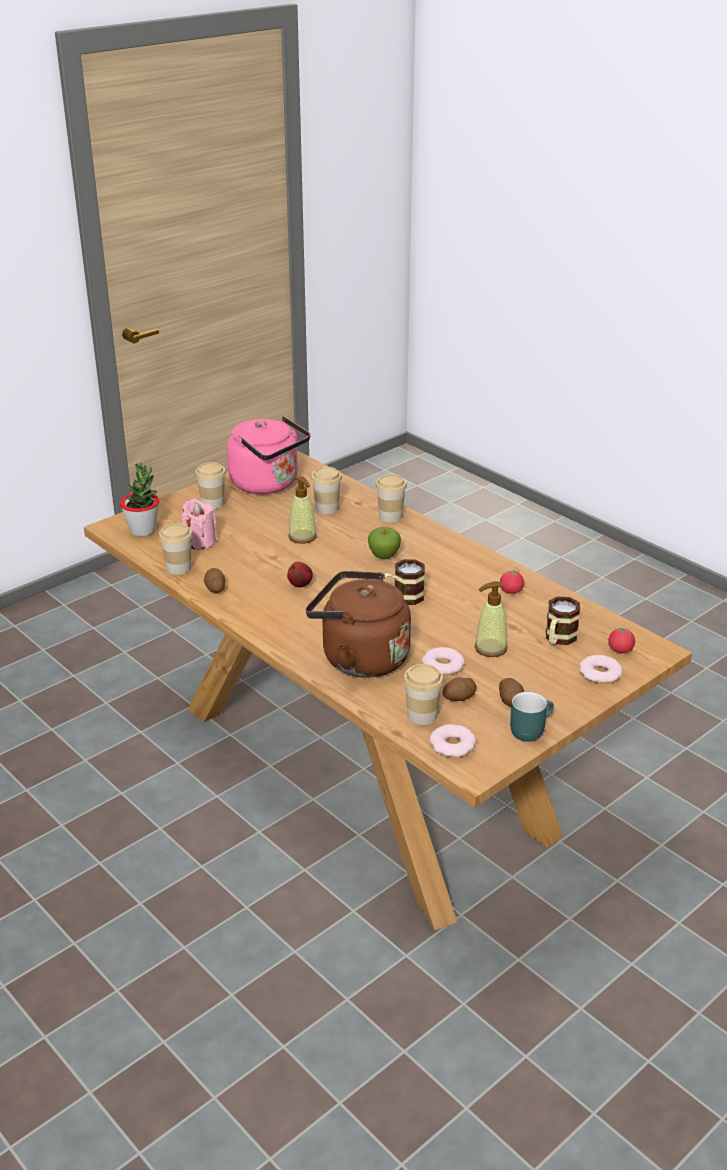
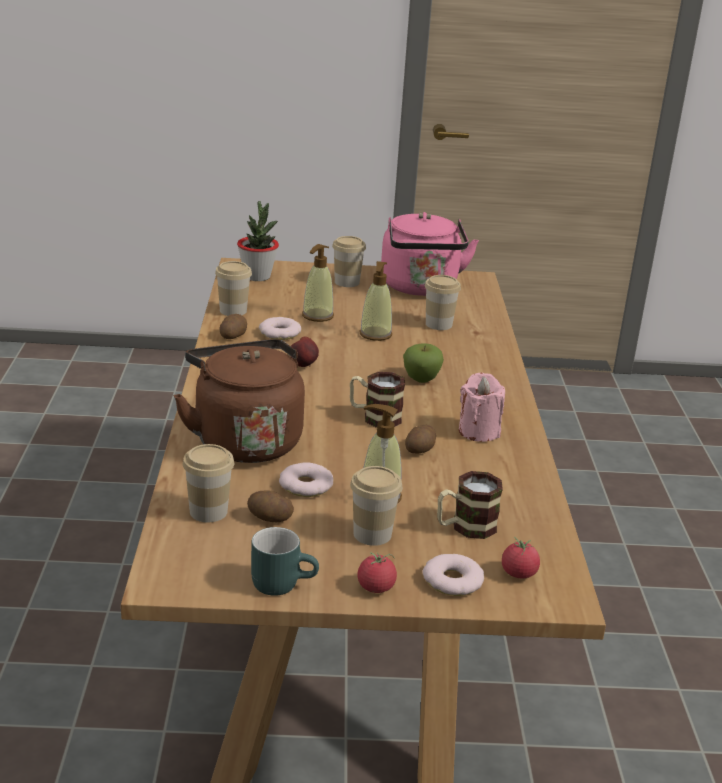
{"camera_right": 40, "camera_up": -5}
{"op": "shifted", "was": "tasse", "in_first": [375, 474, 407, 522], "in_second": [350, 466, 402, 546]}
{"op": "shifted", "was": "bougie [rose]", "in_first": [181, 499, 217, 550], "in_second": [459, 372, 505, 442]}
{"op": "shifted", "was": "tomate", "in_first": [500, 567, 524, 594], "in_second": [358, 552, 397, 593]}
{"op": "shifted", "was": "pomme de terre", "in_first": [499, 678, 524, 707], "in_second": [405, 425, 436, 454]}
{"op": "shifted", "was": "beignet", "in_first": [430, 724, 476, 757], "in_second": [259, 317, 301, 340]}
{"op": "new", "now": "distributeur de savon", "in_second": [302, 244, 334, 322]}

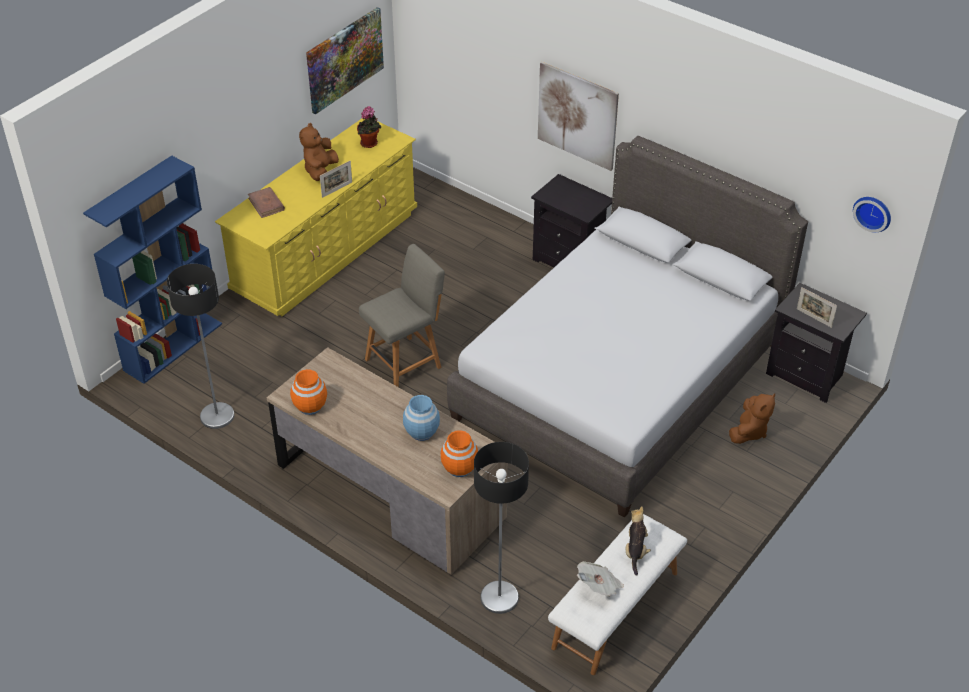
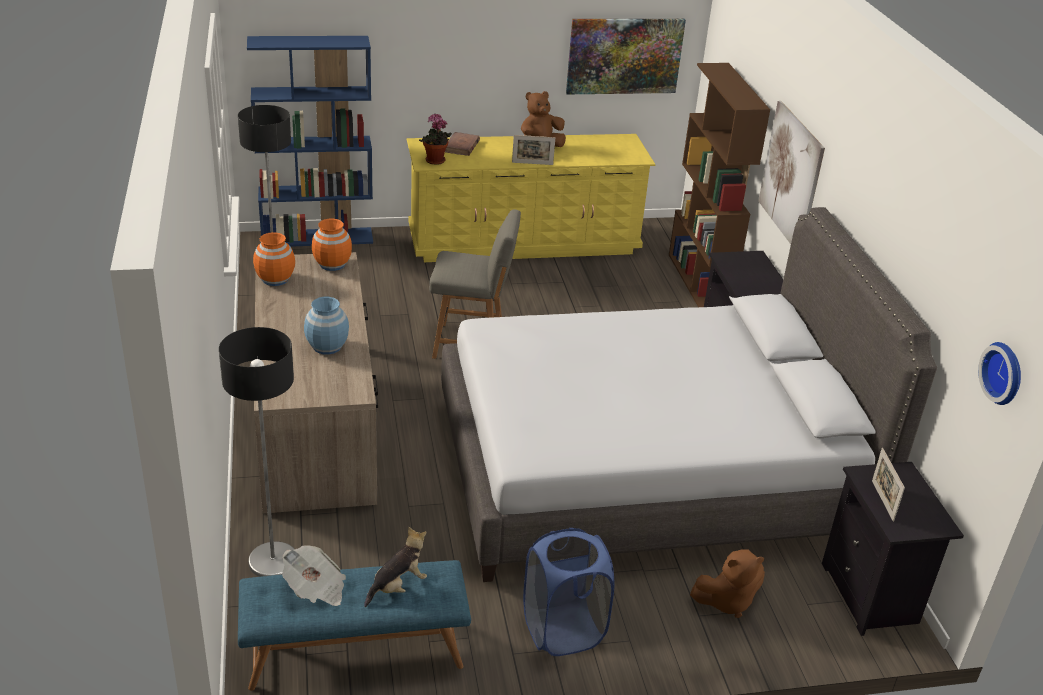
{"camera_right": 40, "camera_up": -10}
{"op": "shifted", "was": "plante en pot", "in_first": [357, 106, 381, 148], "in_second": [419, 113, 452, 165]}
{"op": "shifted", "was": "vase [orange]", "in_first": [441, 430, 478, 477], "in_second": [312, 219, 352, 271]}
{"op": "repainted", "was": "banc [blanc]", "now": "banc [bleu]", "in_first": [548, 514, 687, 675], "in_second": [238, 560, 471, 691]}
{"op": "new", "now": "bibliothèque [marron]", "in_second": [669, 63, 770, 307]}
{"op": "new", "now": "panier à linge [bleu]", "in_second": [523, 528, 615, 656]}

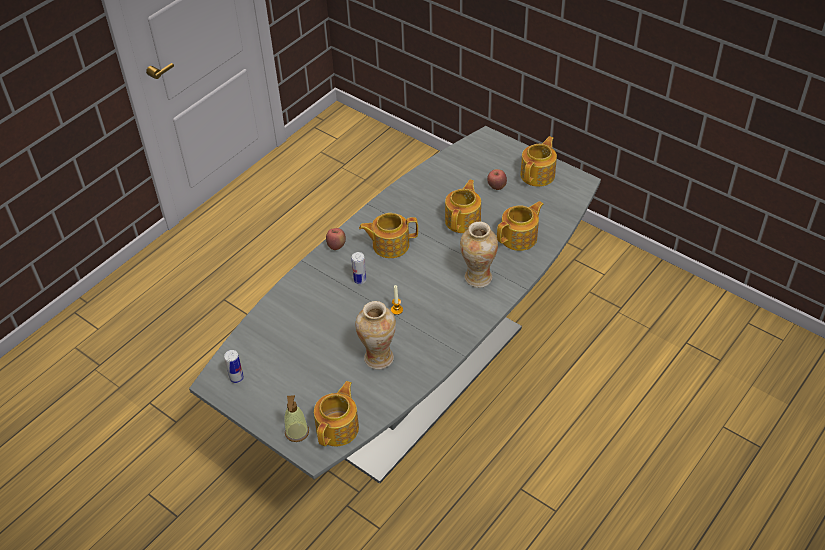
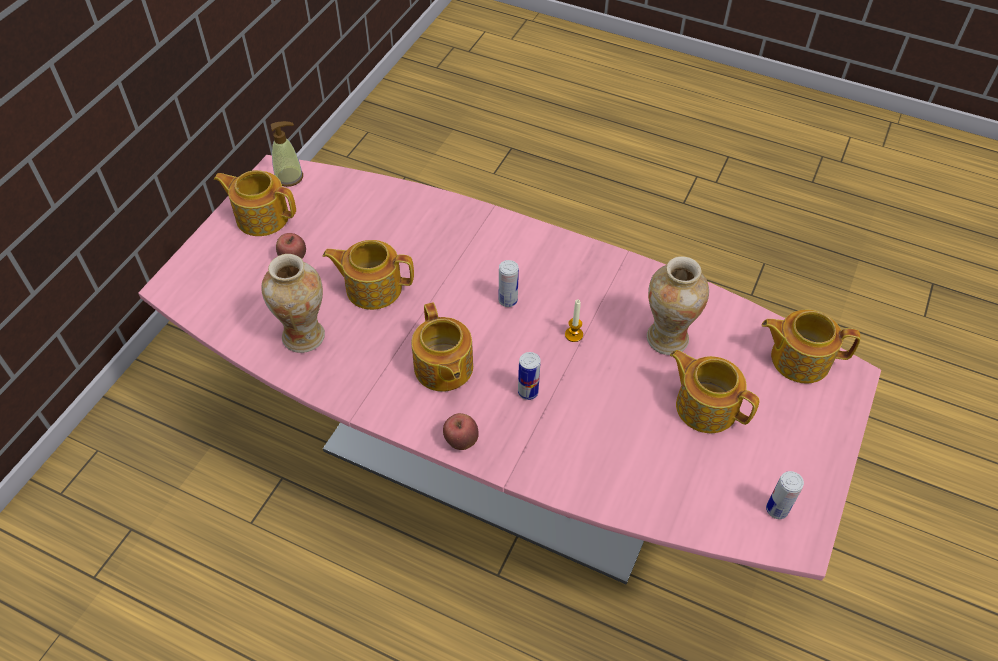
{"camera_right": -105, "camera_up": 5}
{"op": "repainted", "was": "table à manger [gris]", "now": "table à manger [rose]", "in_first": [189, 126, 601, 484], "in_second": [138, 155, 881, 584]}
{"op": "shifted", "was": "théière", "in_first": [497, 201, 544, 251], "in_second": [670, 350, 759, 433]}
{"op": "shifted", "was": "vase", "in_first": [460, 222, 498, 288], "in_second": [261, 254, 325, 353]}
{"op": "shifted", "was": "distributeur de savon", "in_first": [284, 395, 309, 442], "in_second": [271, 121, 303, 187]}
{"op": "new", "now": "boîte métallique", "in_second": [499, 260, 519, 307]}

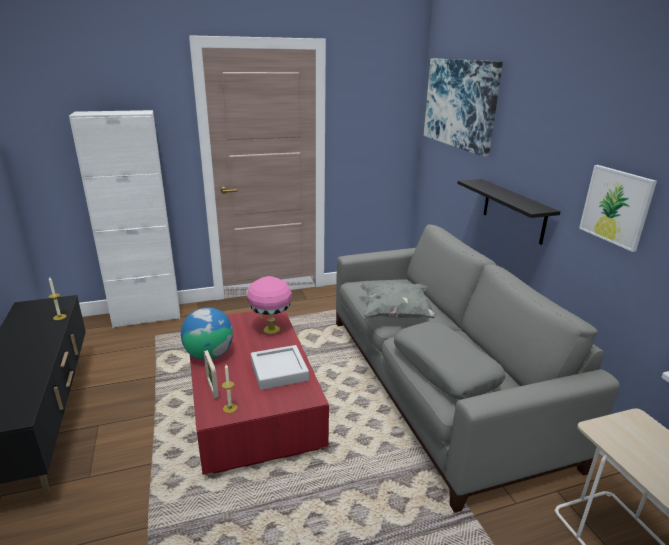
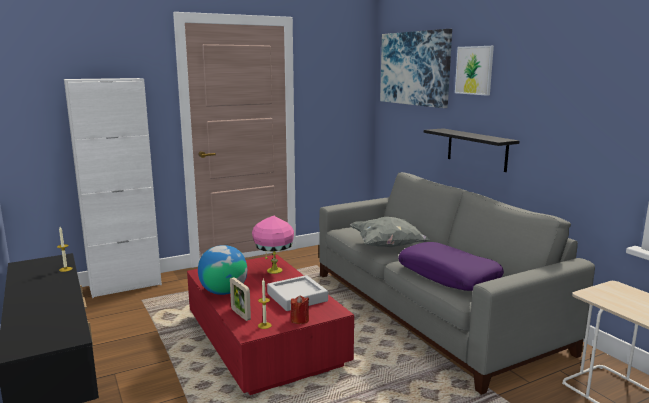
{"camera_right": -10, "camera_up": -10}
{"op": "shifted", "was": "tableau", "in_first": [579, 165, 657, 252], "in_second": [455, 46, 494, 96]}
{"op": "repainted", "was": "coussin [gris]", "now": "coussin [violet]", "in_first": [394, 321, 505, 400], "in_second": [398, 242, 504, 291]}
{"op": "new", "now": "bougie [rouge]", "in_second": [291, 295, 309, 324]}

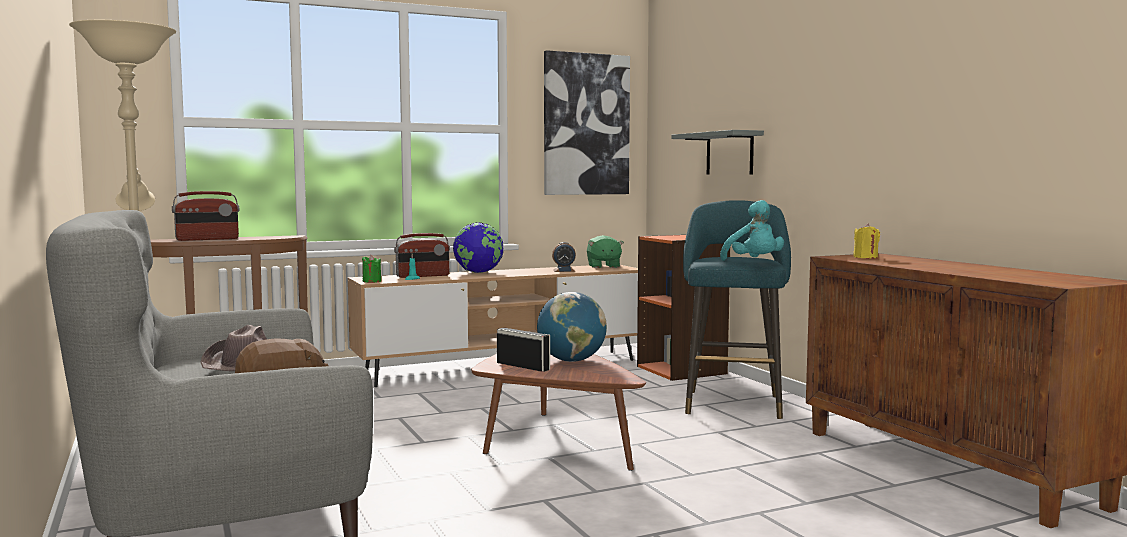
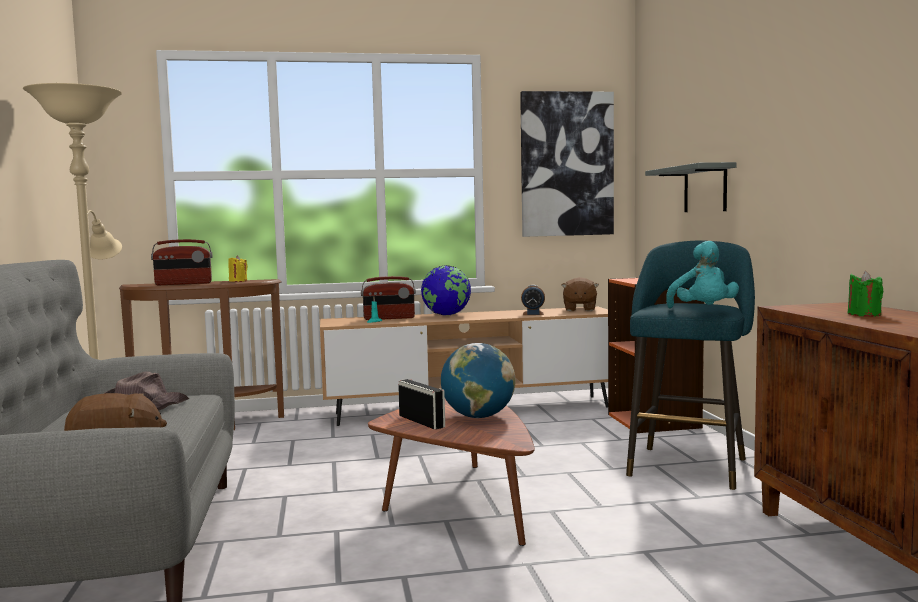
{"camera_right": 15, "camera_up": 0}
{"op": "shifted", "was": "bougie [jaune]", "in_first": [853, 223, 880, 258], "in_second": [228, 255, 248, 282]}
{"op": "repainted", "was": "peluche [vert]", "now": "peluche [marron]", "in_first": [587, 235, 624, 268], "in_second": [561, 277, 599, 311]}
{"op": "shifted", "was": "bougie [vert]", "in_first": [362, 255, 381, 283], "in_second": [847, 271, 883, 317]}

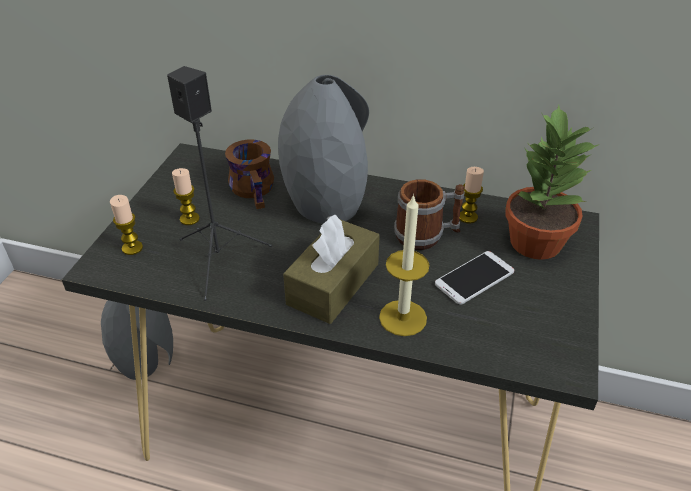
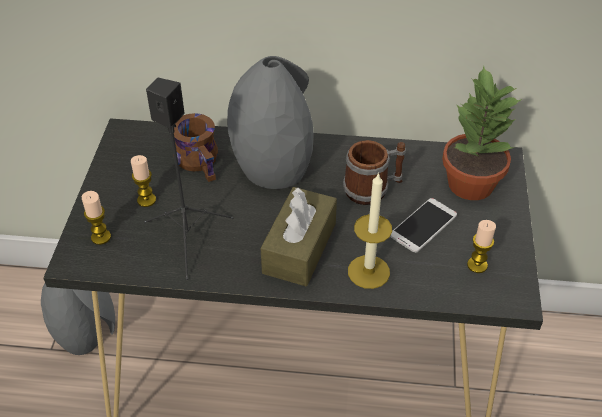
{"camera_right": -10, "camera_up": 5}
{"op": "shifted", "was": "bougie", "in_first": [460, 167, 484, 224], "in_second": [467, 220, 496, 273]}

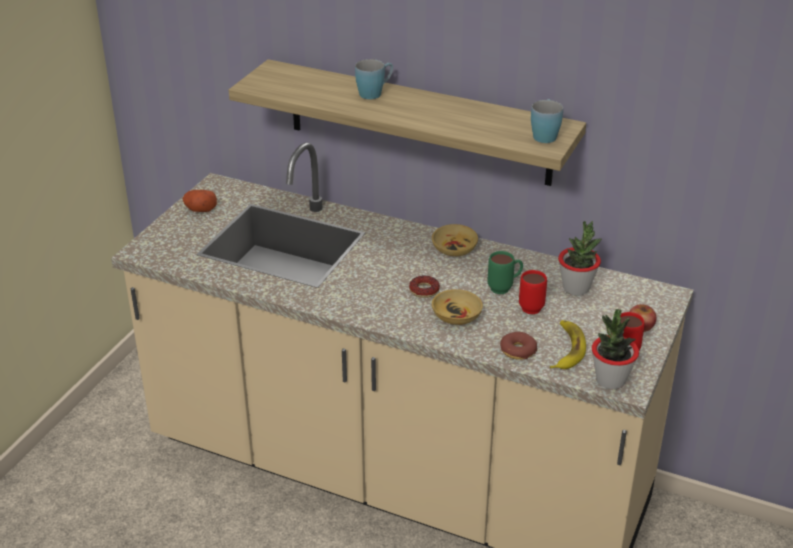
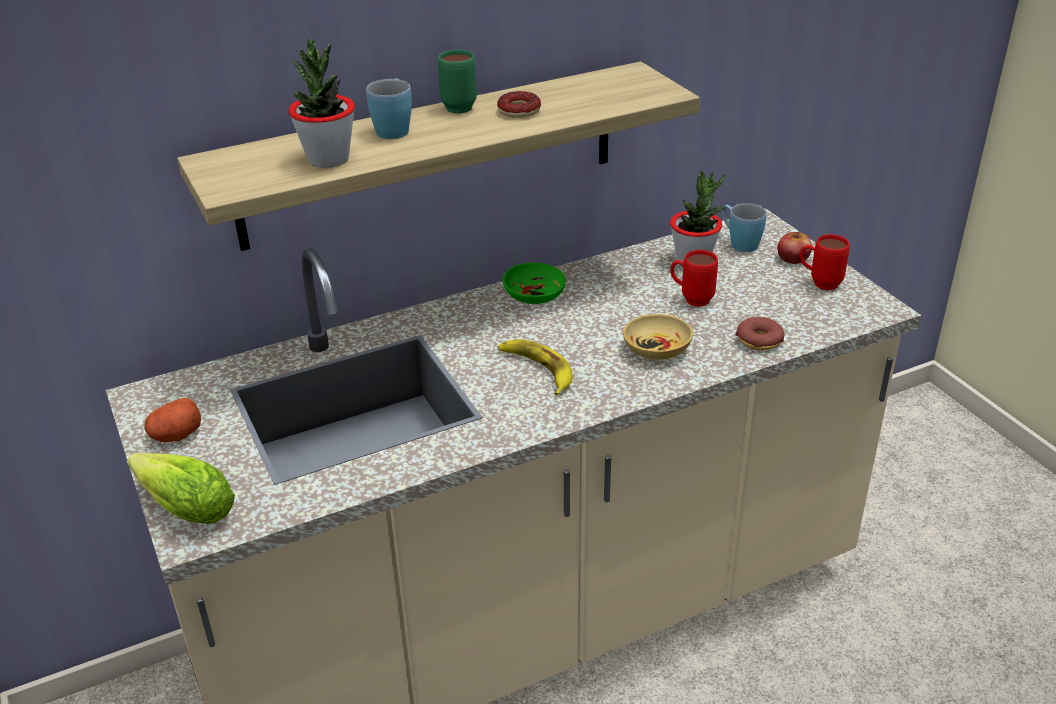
{"camera_right": -50, "camera_up": 0}
{"op": "shifted", "was": "mug [bleu]", "in_first": [531, 99, 563, 143], "in_second": [722, 203, 767, 252]}
{"op": "repainted", "was": "bol [beige]", "now": "bol [vert]", "in_first": [432, 224, 478, 256], "in_second": [502, 262, 566, 304]}
{"op": "shifted", "was": "mug [vert]", "in_first": [488, 251, 523, 294], "in_second": [438, 49, 477, 113]}
{"op": "shifted", "was": "beignet", "in_first": [409, 276, 440, 298], "in_second": [497, 91, 541, 118]}
{"op": "shifted", "was": "plante en pot", "in_first": [592, 309, 639, 389], "in_second": [288, 38, 355, 168]}
{"op": "shifted", "was": "banane", "in_first": [550, 320, 586, 369], "in_second": [498, 339, 573, 396]}
{"op": "new", "now": "laitue", "in_second": [127, 453, 235, 524]}

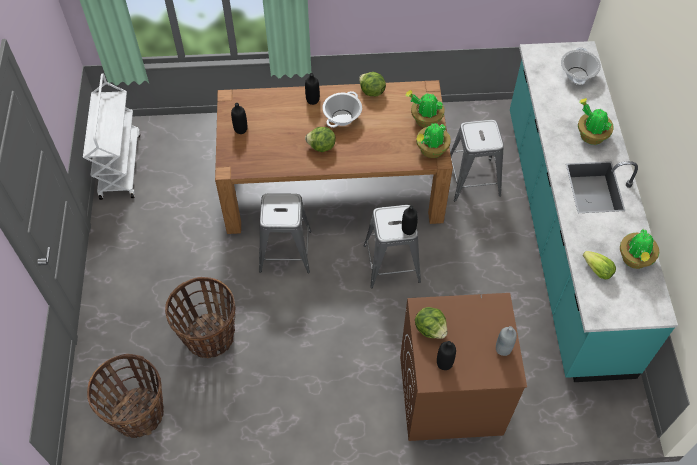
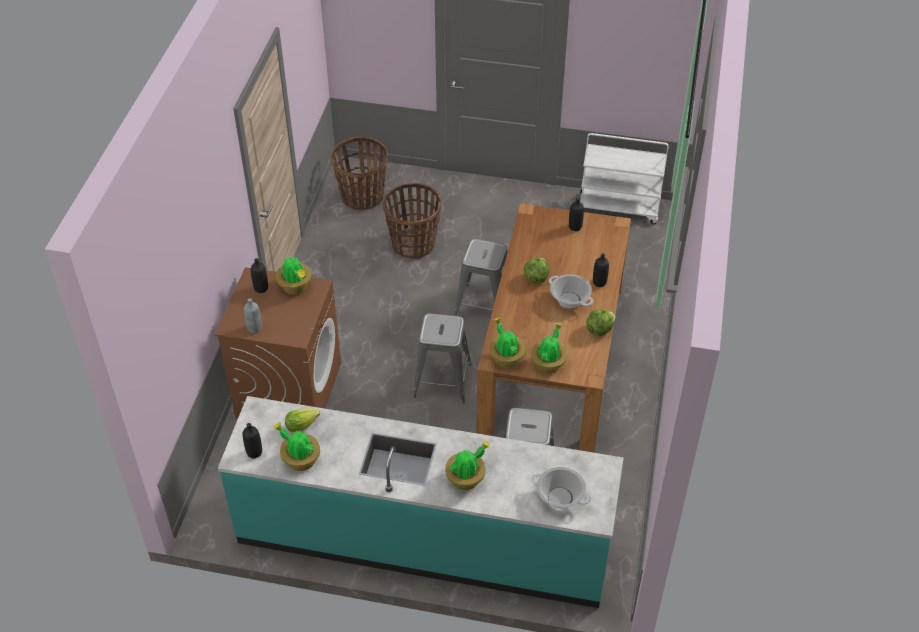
{"camera_right": 105, "camera_up": -10}
{"op": "shifted", "was": "bouteille [noir]", "in_first": [402, 206, 418, 235], "in_second": [243, 423, 262, 458]}
{"op": "swapped", "was": "laitue", "now": "plante en pot", "in_first": [415, 307, 447, 339], "in_second": [276, 257, 312, 295]}

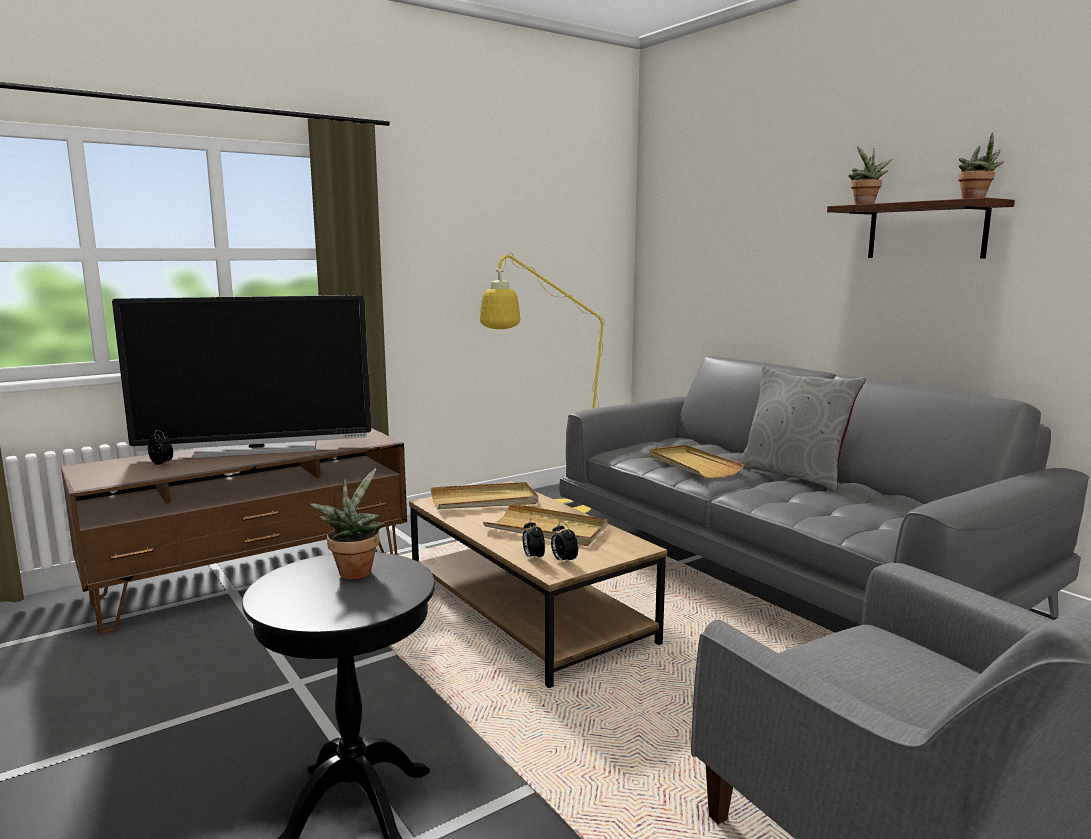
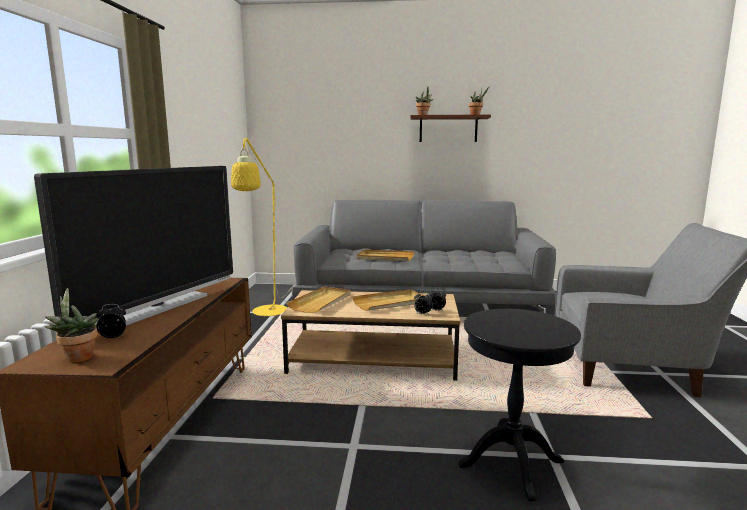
{"camera_right": -50, "camera_up": 0}
{"op": "gone", "was": "coussin [gris]", "in_first": [738, 365, 866, 492]}
{"op": "shifted", "was": "plante en pot", "in_first": [310, 468, 384, 580], "in_second": [44, 288, 98, 363]}

